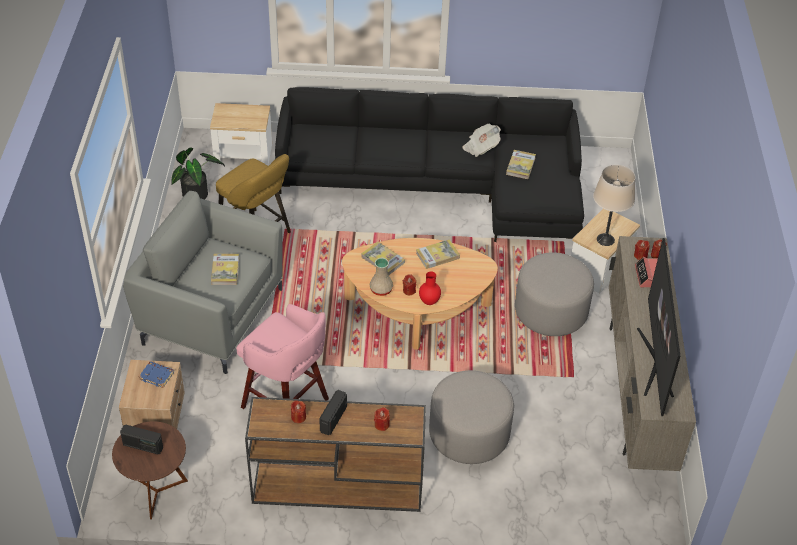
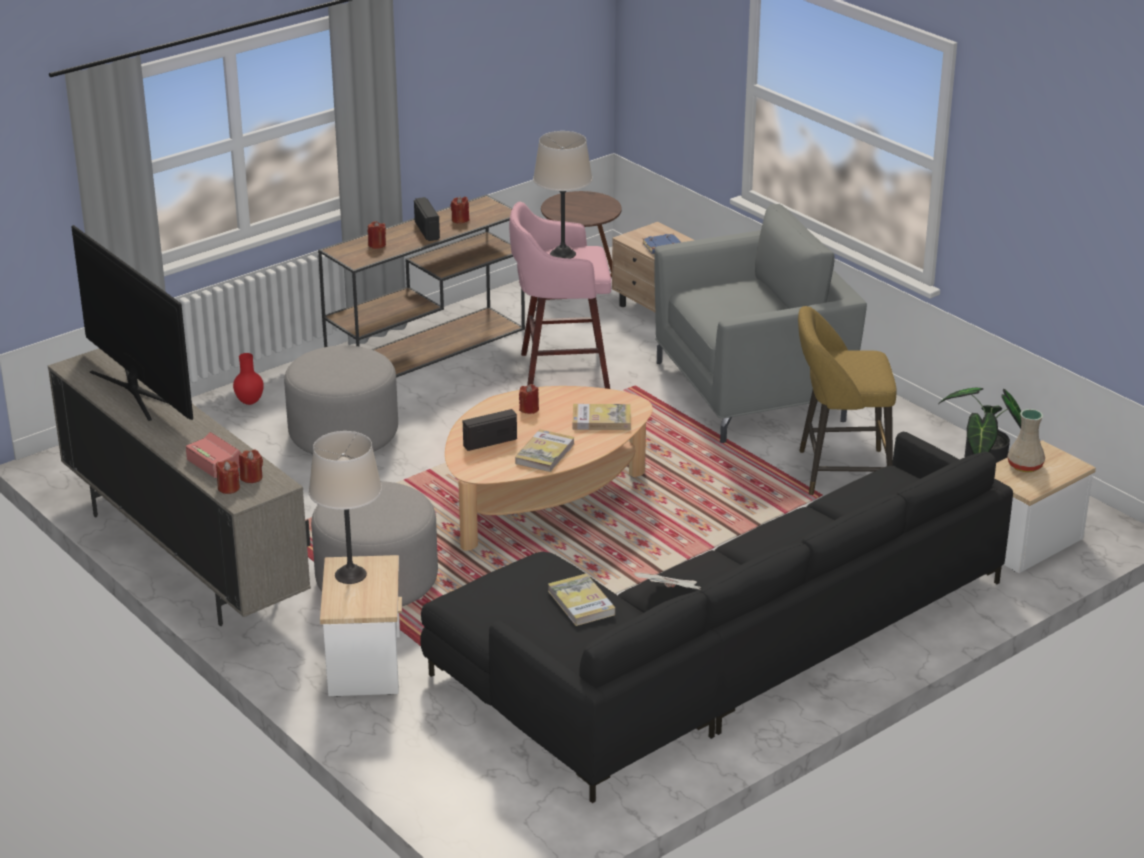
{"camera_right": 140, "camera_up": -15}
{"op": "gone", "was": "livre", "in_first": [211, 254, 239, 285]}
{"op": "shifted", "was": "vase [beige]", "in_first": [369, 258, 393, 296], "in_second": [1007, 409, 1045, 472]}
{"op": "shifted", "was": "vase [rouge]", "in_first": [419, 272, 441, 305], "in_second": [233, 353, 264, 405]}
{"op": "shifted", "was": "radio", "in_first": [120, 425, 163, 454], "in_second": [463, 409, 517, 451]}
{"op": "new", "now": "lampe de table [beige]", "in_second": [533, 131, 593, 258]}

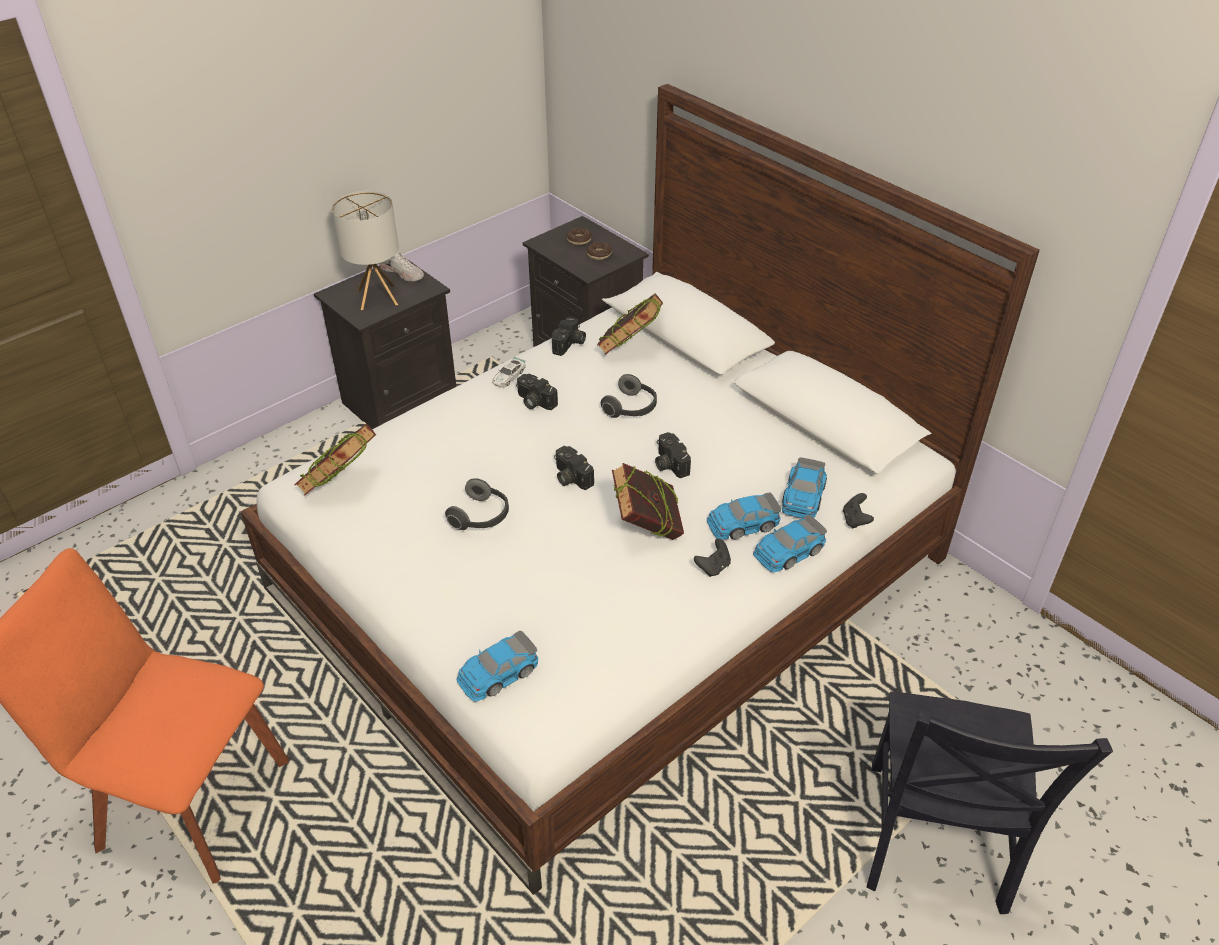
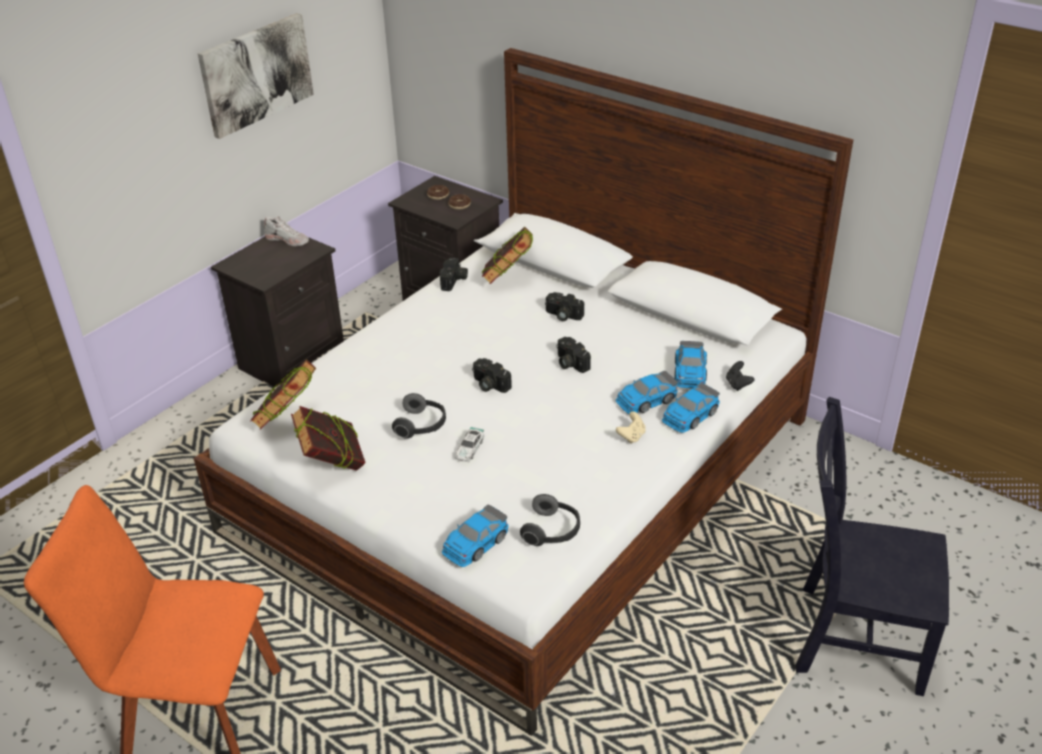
{"camera_right": -10, "camera_up": -5}
{"op": "gone", "was": "lampe de table", "in_first": [332, 191, 399, 310]}
{"op": "shifted", "was": "petite voiture", "in_first": [492, 357, 526, 388], "in_second": [455, 427, 484, 462]}
{"op": "shifted", "was": "appareil photo", "in_first": [516, 374, 558, 410], "in_second": [545, 292, 584, 321]}
{"op": "shifted", "was": "casque audio", "in_first": [601, 374, 657, 418], "in_second": [520, 494, 580, 546]}
{"op": "shifted", "was": "livre", "in_first": [612, 463, 684, 540], "in_second": [291, 406, 366, 471]}
{"op": "repainted", "was": "manette [noir]", "now": "manette [beige]", "in_first": [694, 538, 731, 577], "in_second": [616, 411, 646, 444]}
{"op": "rotated", "was": "chaise [noir]", "in_first": [867, 692, 1113, 914], "in_second": [795, 397, 949, 696], "clockwise": 105}
{"op": "new", "now": "tableau", "in_second": [198, 13, 314, 139]}

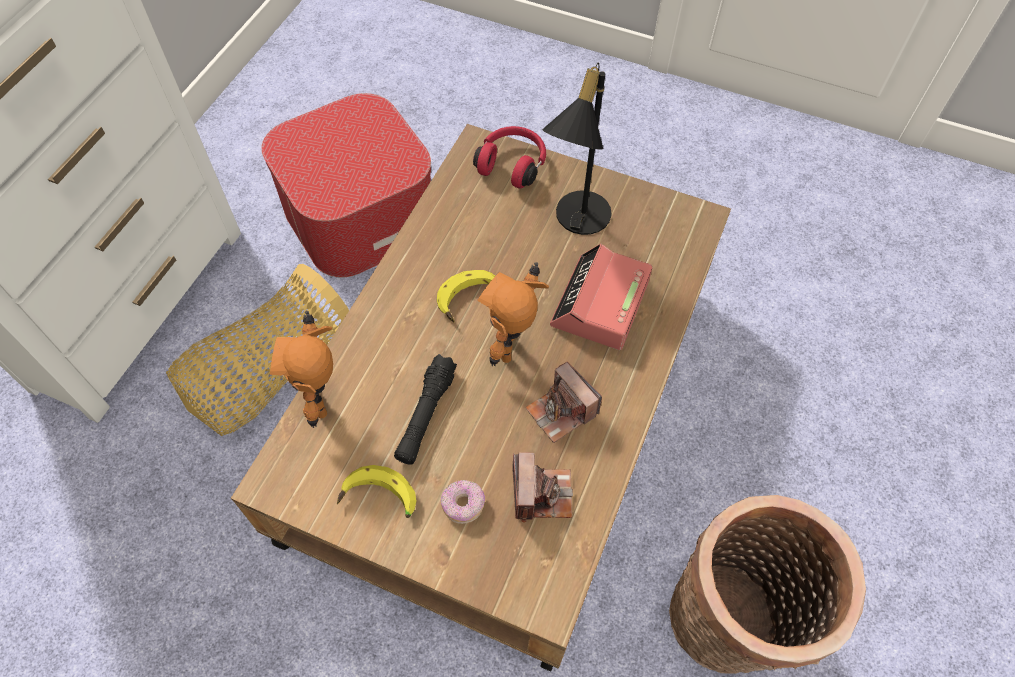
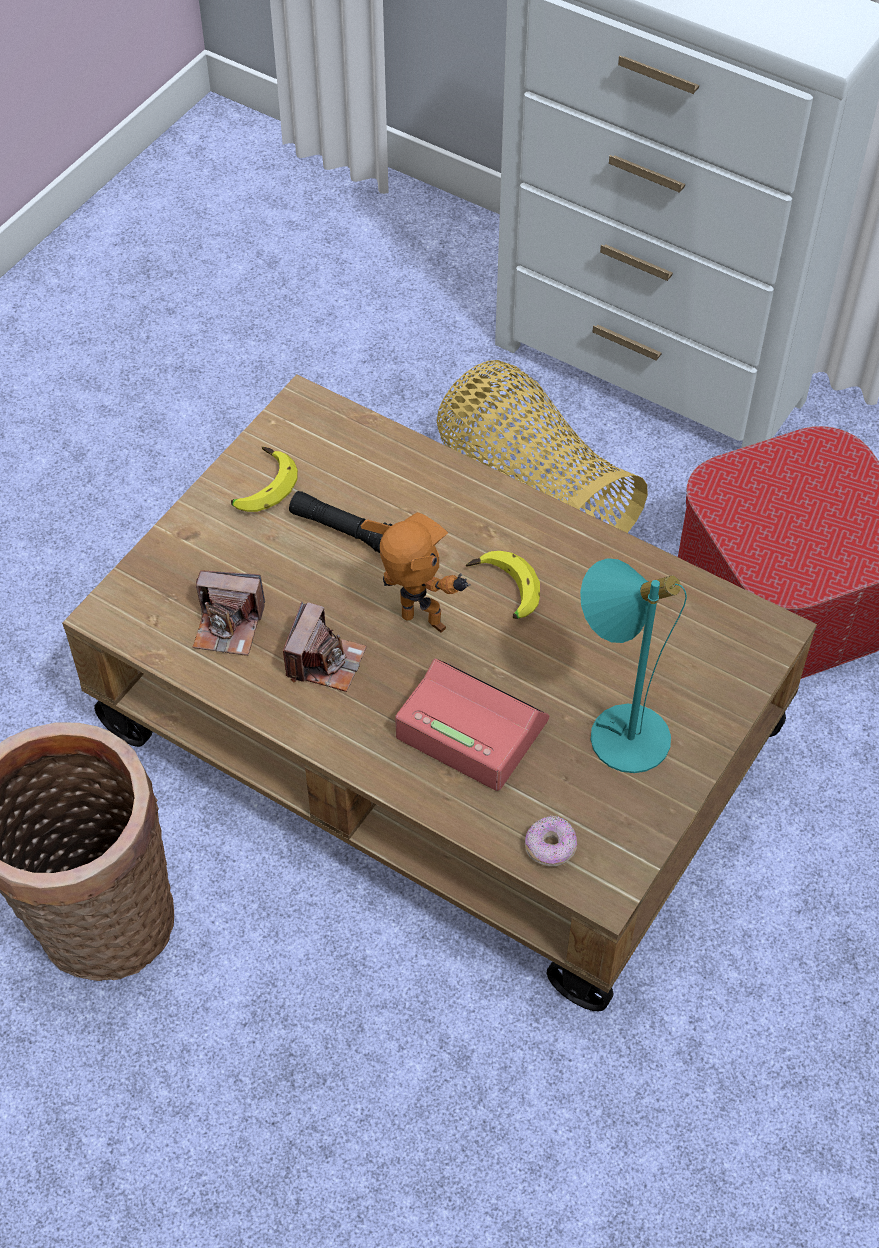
{"camera_right": 100, "camera_up": -5}
{"op": "repainted", "was": "lampe de table [noir]", "now": "lampe de table [turquoise]", "in_first": [542, 63, 612, 235], "in_second": [580, 558, 687, 773]}
{"op": "gone", "was": "casque audio [rouge]", "in_first": [473, 126, 546, 189]}
{"op": "gone", "was": "robot jouet", "in_first": [270, 310, 333, 428]}
{"op": "rotated", "was": "appareil photo", "in_first": [525, 361, 602, 443], "in_second": [283, 602, 367, 692], "clockwise": 135}
{"op": "shifted", "was": "beignet", "in_first": [441, 480, 485, 524], "in_second": [525, 815, 577, 867]}

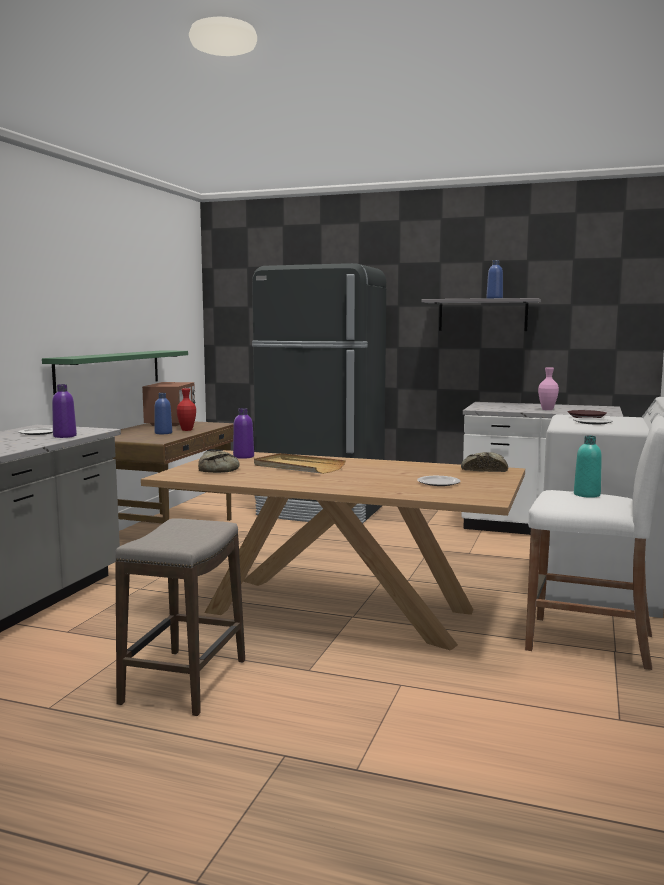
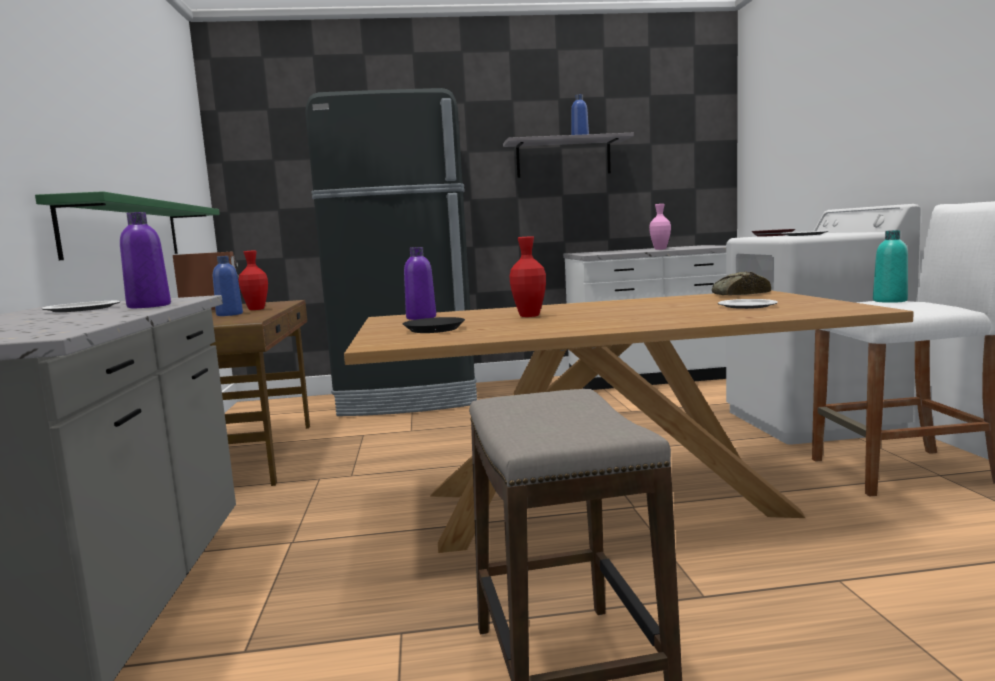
{"camera_right": -25, "camera_up": 0}
{"op": "swapped", "was": "pain", "now": "assiette [noir]", "in_first": [198, 451, 240, 473], "in_second": [403, 317, 465, 333]}
{"op": "swapped", "was": "plateau [beige]", "now": "vase [rouge]", "in_first": [254, 453, 346, 474], "in_second": [510, 236, 546, 317]}

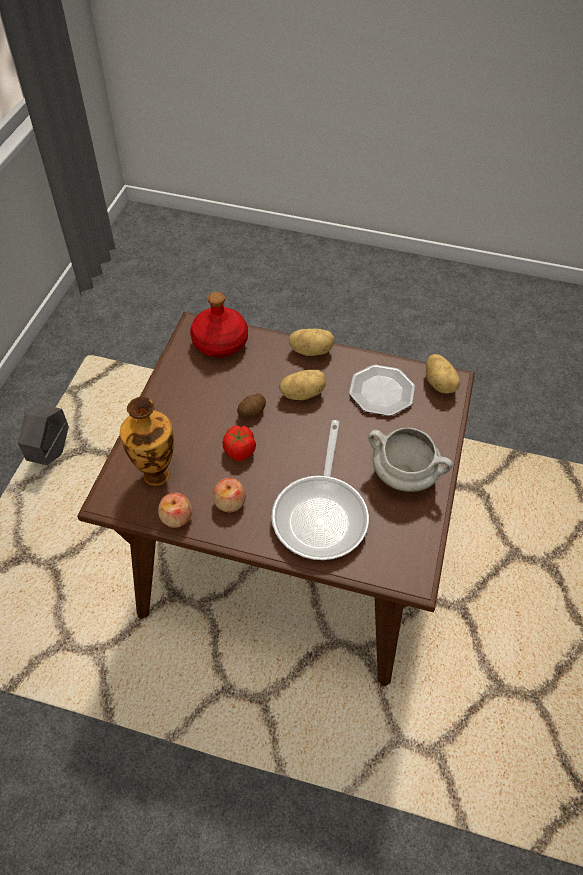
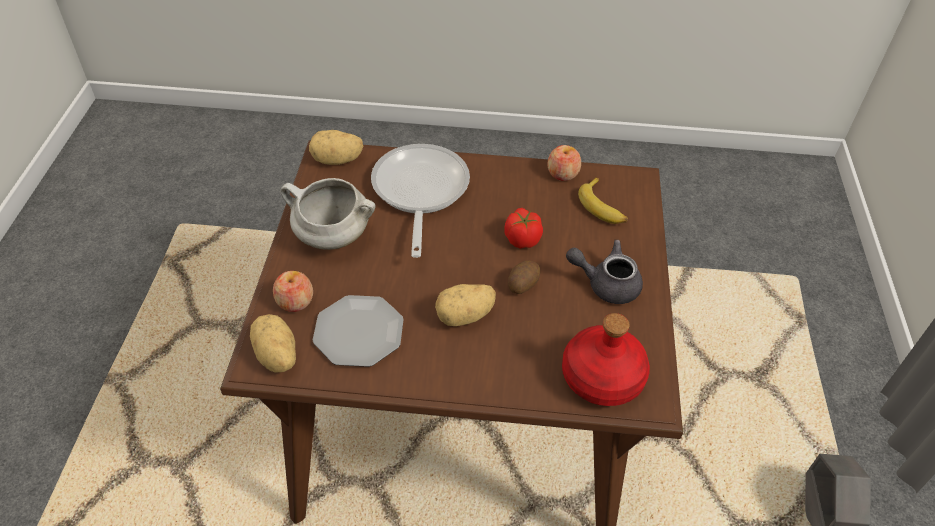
{"camera_right": 170, "camera_up": -5}
{"op": "shifted", "was": "pomme de terre", "in_first": [289, 329, 334, 356], "in_second": [309, 130, 364, 165]}
{"op": "swapped", "was": "vase", "now": "banane", "in_first": [120, 397, 174, 486], "in_second": [578, 177, 628, 224]}
{"op": "shifted", "was": "pomme", "in_first": [213, 478, 246, 512], "in_second": [273, 271, 313, 312]}
{"op": "new", "now": "théière [gris]", "in_second": [566, 240, 643, 304]}

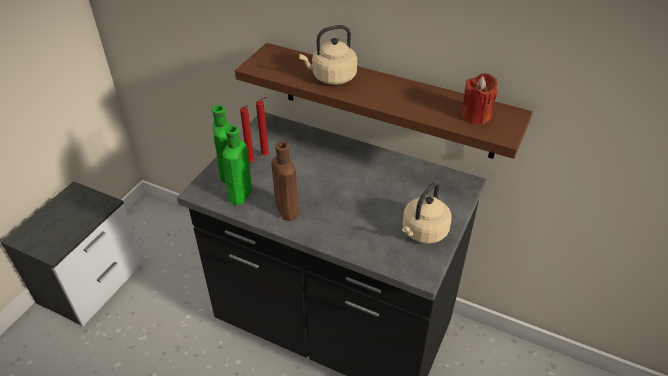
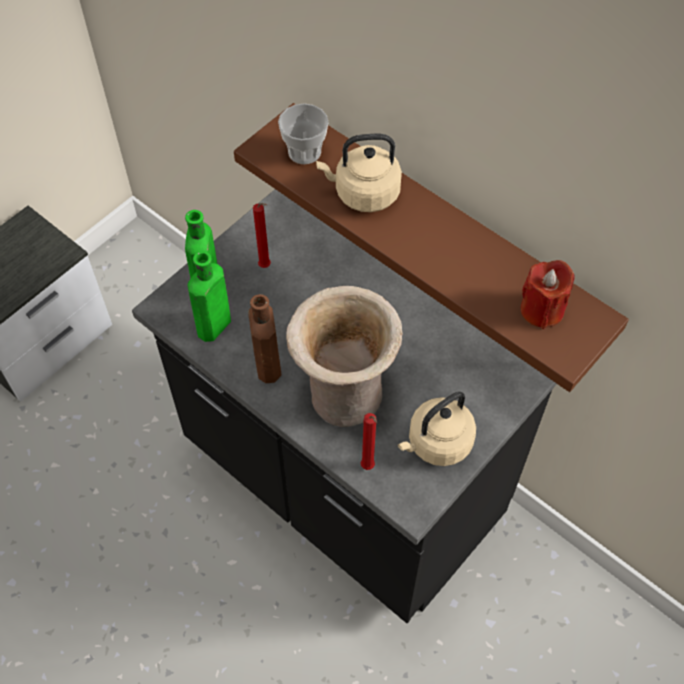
{"camera_right": 15, "camera_up": 15}
{"op": "shifted", "was": "bougie [rouge]", "in_first": [240, 105, 255, 162], "in_second": [361, 413, 377, 470]}
{"op": "new", "now": "tasse", "in_second": [278, 103, 328, 164]}
{"op": "new", "now": "vase [beige]", "in_second": [286, 286, 403, 427]}

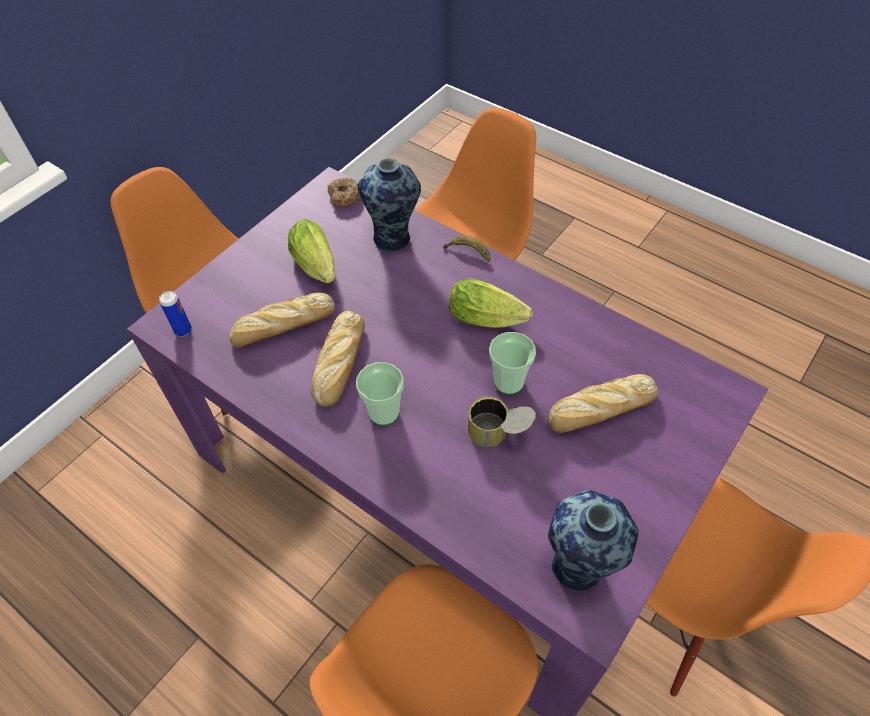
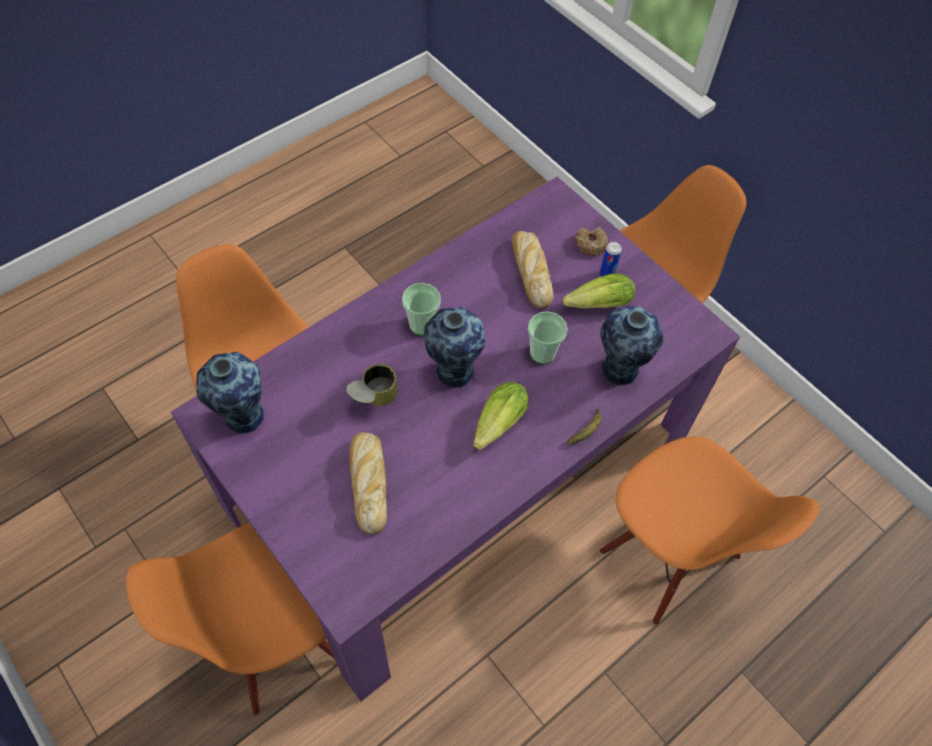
{"camera_right": 100, "camera_up": 5}
{"op": "shifted", "was": "beignet", "in_first": [328, 178, 360, 207], "in_second": [575, 227, 608, 256]}
{"op": "shifted", "was": "boîte métallique", "in_first": [159, 291, 192, 337], "in_second": [600, 242, 622, 277]}
{"op": "gone", "was": "pain", "in_first": [311, 311, 365, 407]}
{"op": "shifted", "was": "tasse", "in_first": [489, 332, 536, 394], "in_second": [528, 311, 568, 364]}
{"op": "new", "now": "vase", "in_second": [424, 307, 485, 388]}

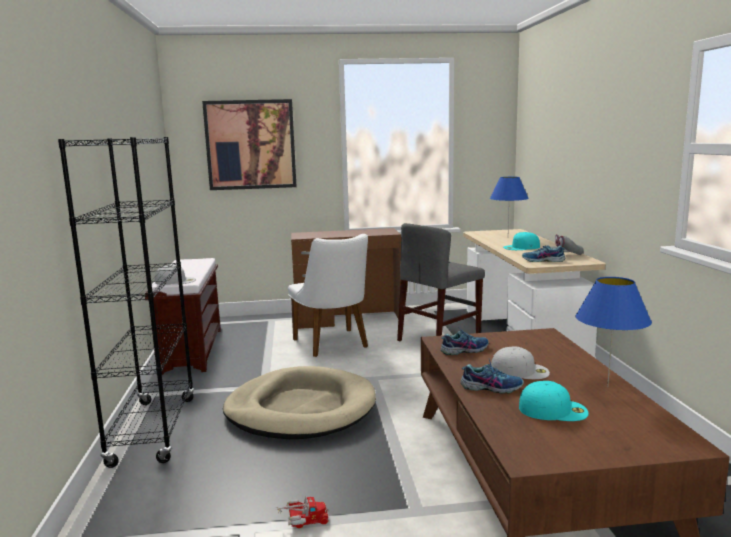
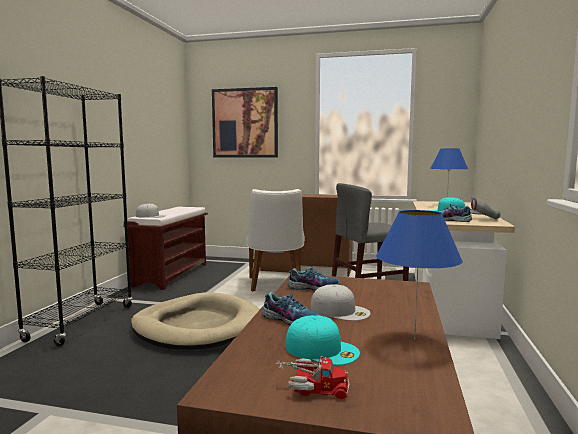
{"camera_right": 20, "camera_up": -5}
{"op": "shifted", "was": "camion jouet", "in_first": [275, 496, 329, 528], "in_second": [276, 356, 349, 399]}

